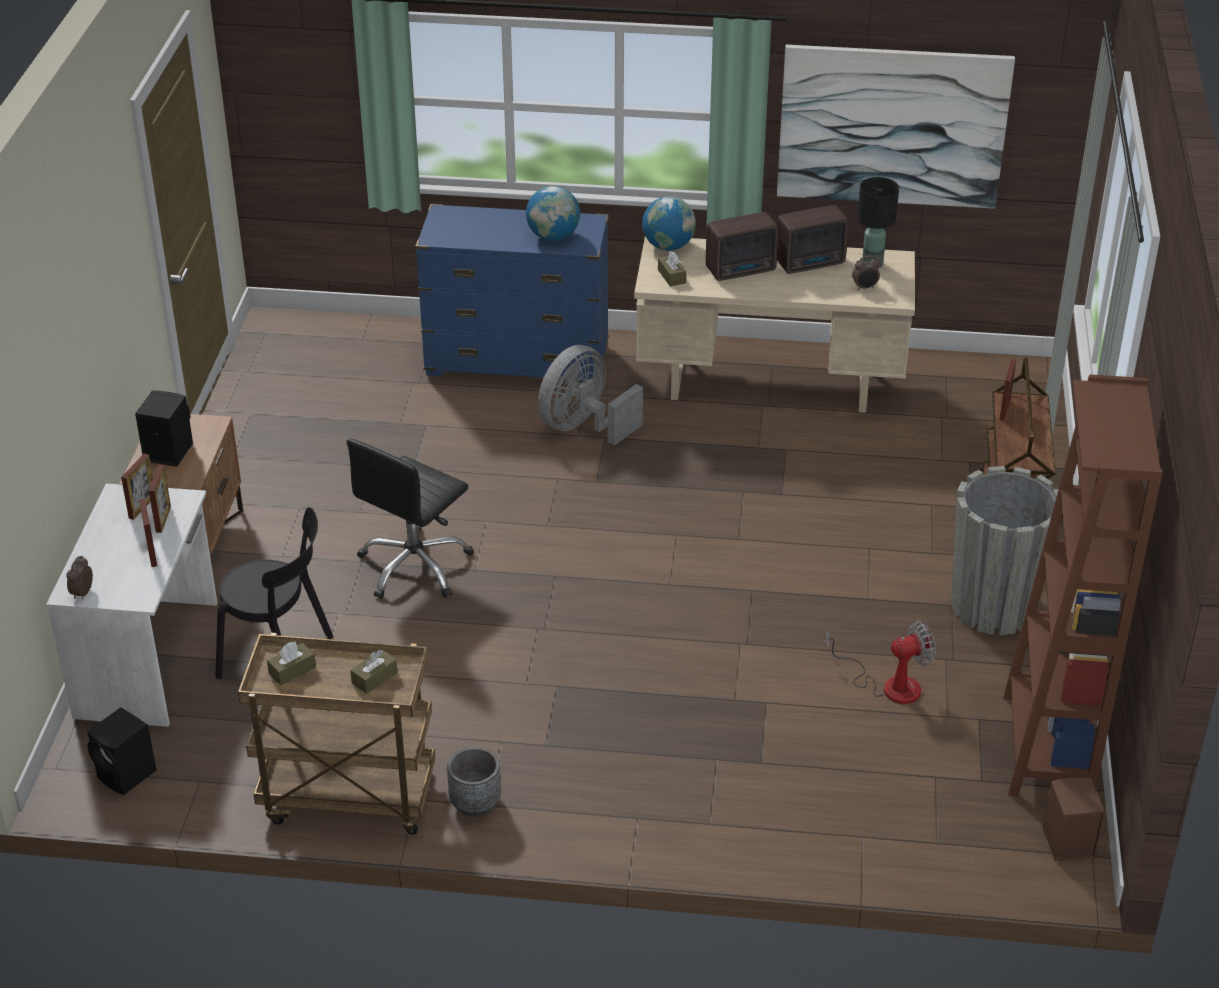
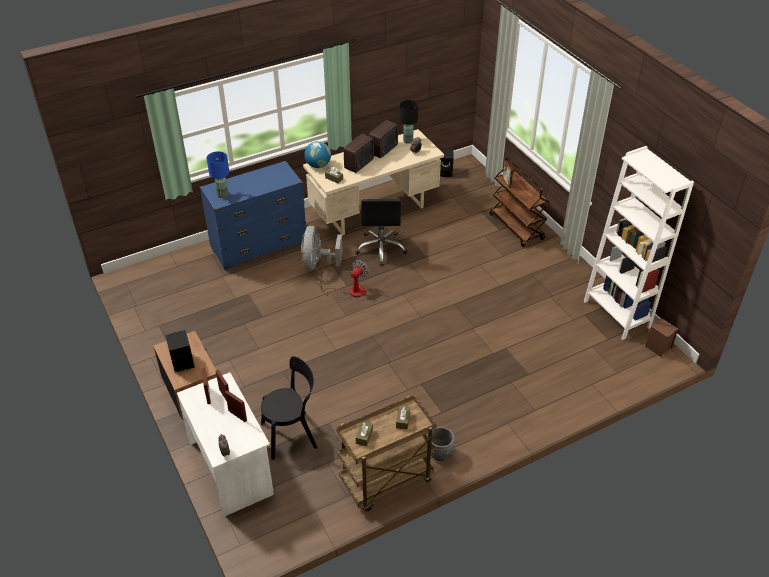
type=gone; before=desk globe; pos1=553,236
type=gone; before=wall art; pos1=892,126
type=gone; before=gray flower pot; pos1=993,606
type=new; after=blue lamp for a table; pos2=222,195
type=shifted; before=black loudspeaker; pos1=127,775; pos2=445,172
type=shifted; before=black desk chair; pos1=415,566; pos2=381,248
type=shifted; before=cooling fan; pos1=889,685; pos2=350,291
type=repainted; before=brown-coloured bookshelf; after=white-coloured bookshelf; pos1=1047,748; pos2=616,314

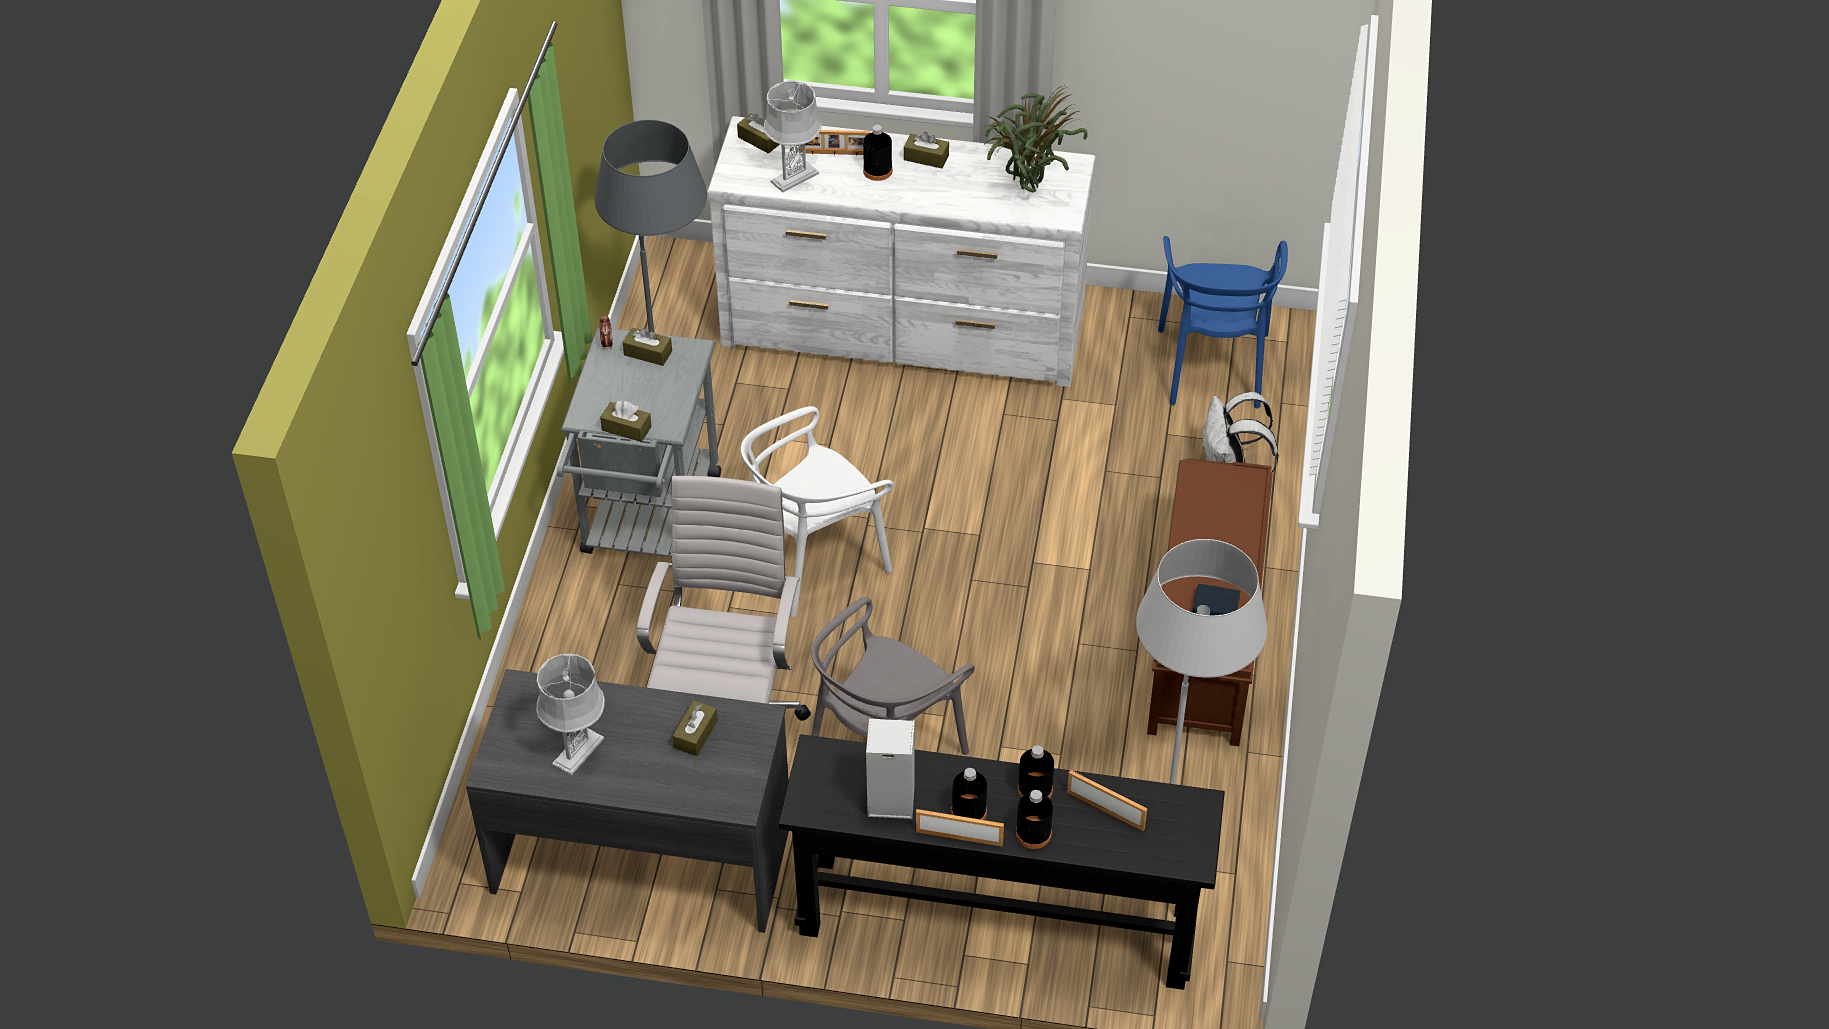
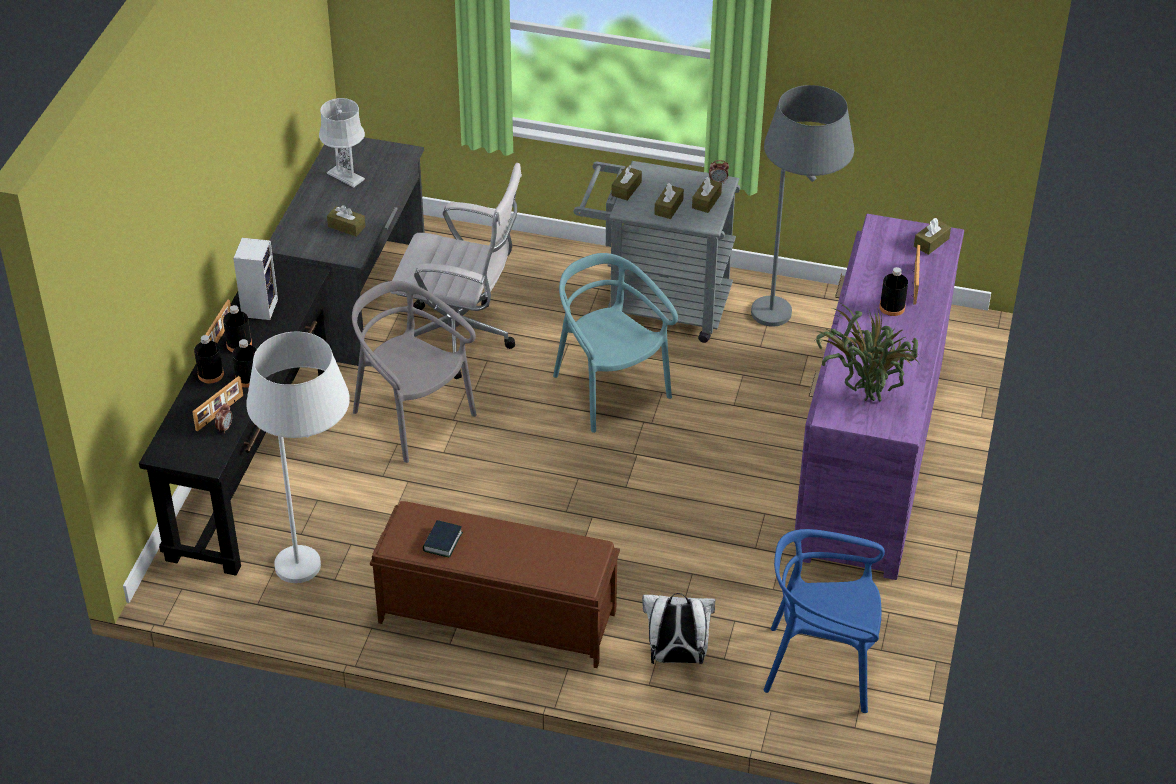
type=gone; before=gray lamp for a table; pos1=794,178
type=new; after=table clock; pos2=225,428
type=shifted; before=brown-coloured tissue holder; pos1=926,157; pos2=668,207
type=repainted; before=white-coloured drawer chest; after=purple drawer chest; pos1=904,330; pos2=870,458
type=repainted; before=white-coloured upright chair; after=blue-green upright chair; pos1=813,560; pos2=609,390

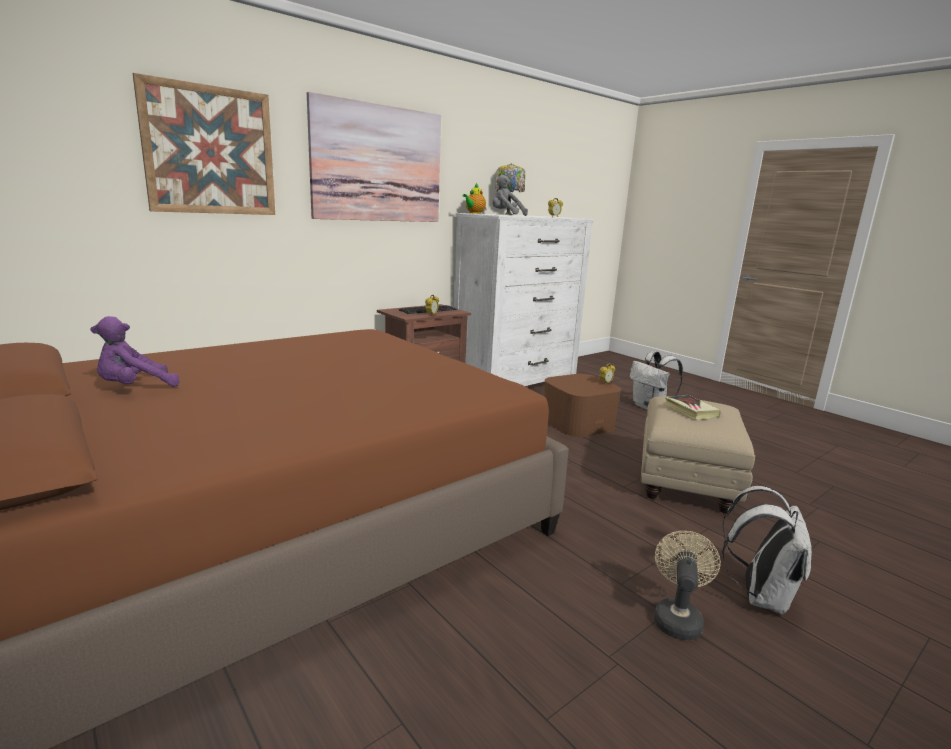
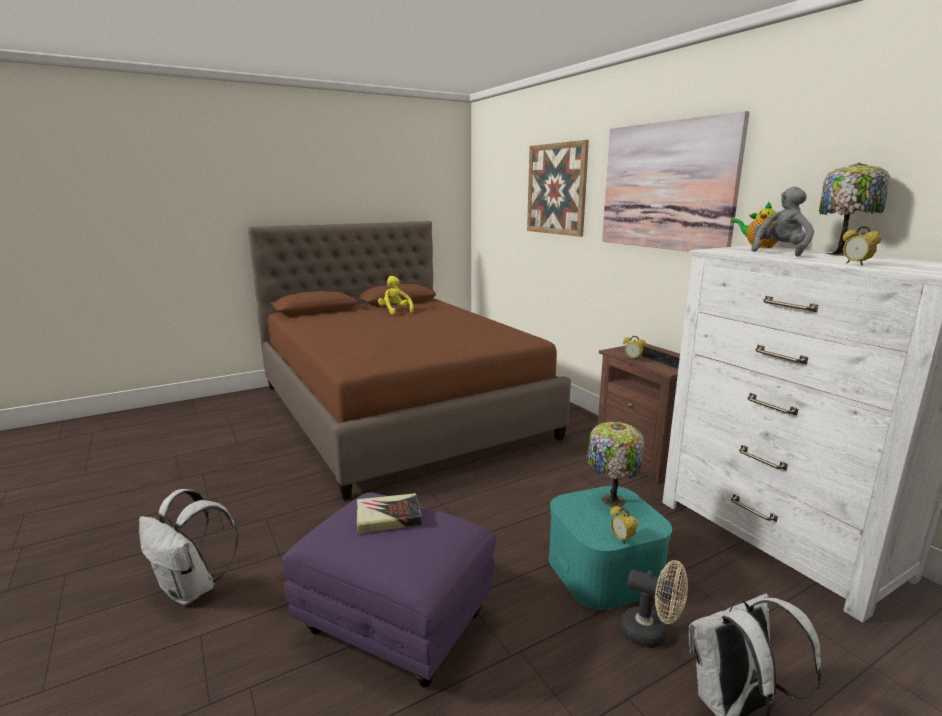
type=new; after=lamp for a table; pos2=611,500
type=shifted; before=beige-coloured cooling fan; pos1=677,617; pos2=651,634
type=repainted; before=purple soft toy; after=yellow soft toy; pos1=135,388; pos2=395,311
type=repainted; before=brown-coloured storage bin; after=blue-green storage bin; pos1=578,422; pos2=604,570
type=repainted; before=beige-coloured footrest; after=purple footrest; pos1=685,484; pos2=394,622

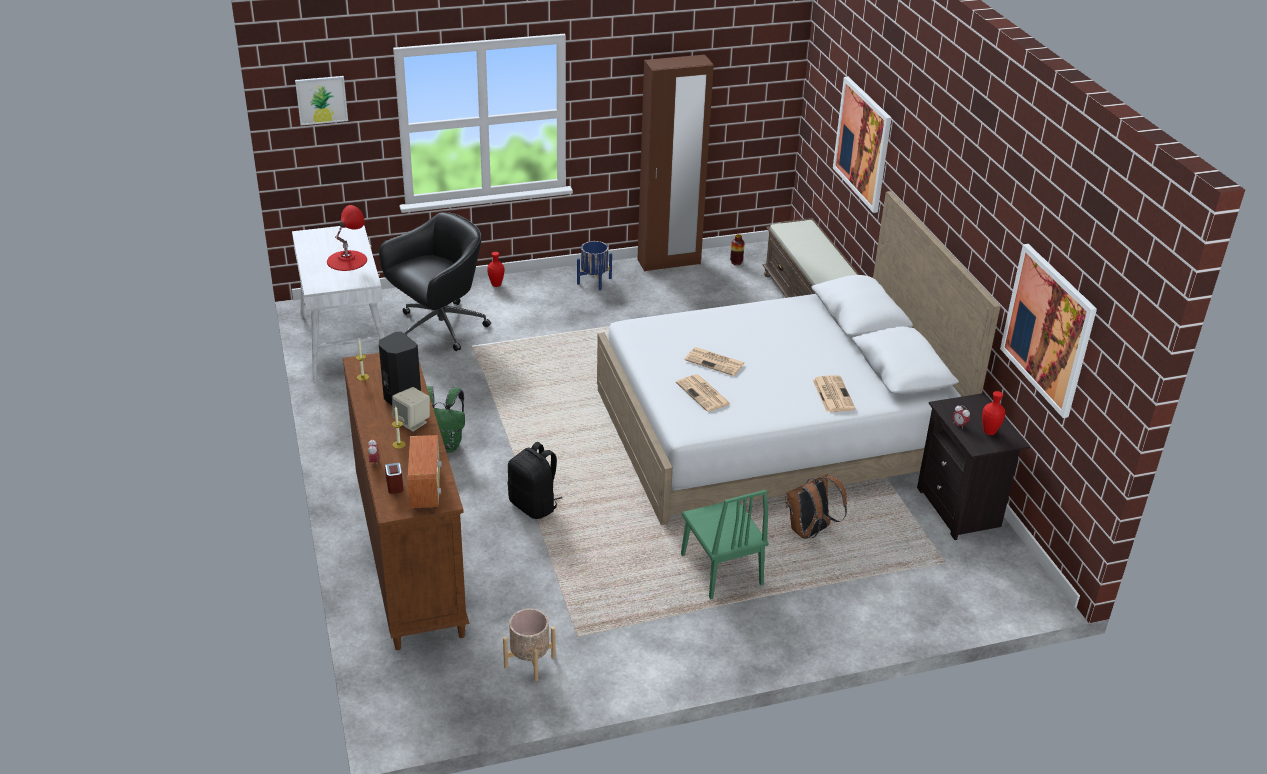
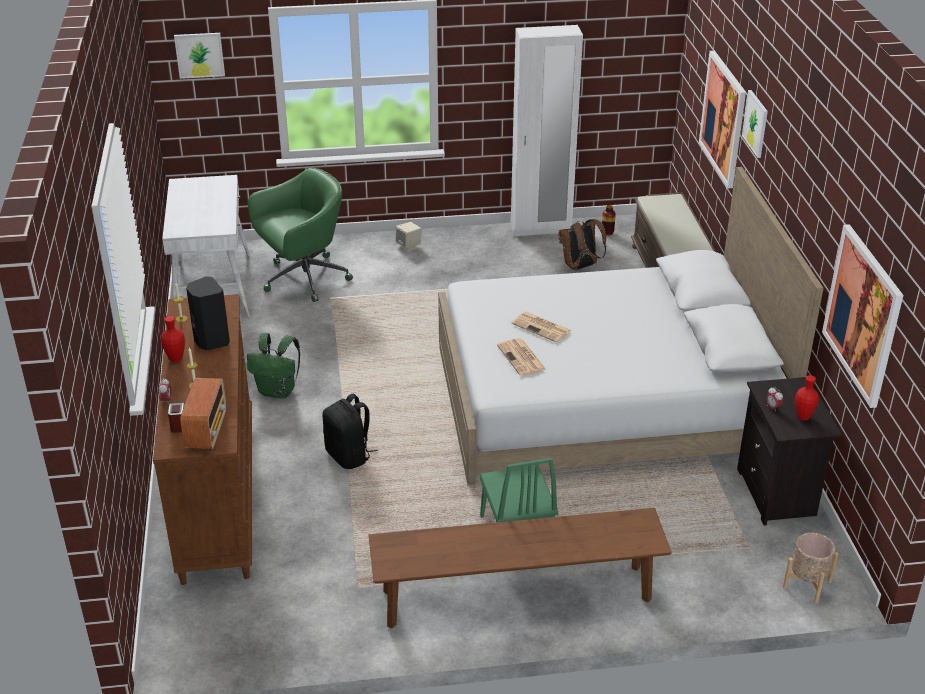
type=gone; before=red-coloured lamp for a table; pos1=347,260
type=gone; before=blue flower pot; pos1=594,281
type=gone; before=daily paper; pos1=832,394
type=new; after=brown-coloured long seat; pos2=516,596
type=new; after=wall art; pos2=755,123
type=shifted; before=beige-coloured loudspeaker; pos1=412,422; pos2=409,246
type=shifted; before=red-coloured vase; pos1=496,285; pos2=176,359
type=shifted; before=beige-coloured flower pot; pos1=529,662; pos2=807,584
type=shifted; before=brown-coloured knapsack; pos1=810,532; pos2=580,267
type=repainted; before=black desk chair; after=green desk chair; pos1=438,328; pos2=303,279
type=repainted; before=brown-coloured armoire; after=white-coloured armoire; pos1=669,262; pos2=541,229

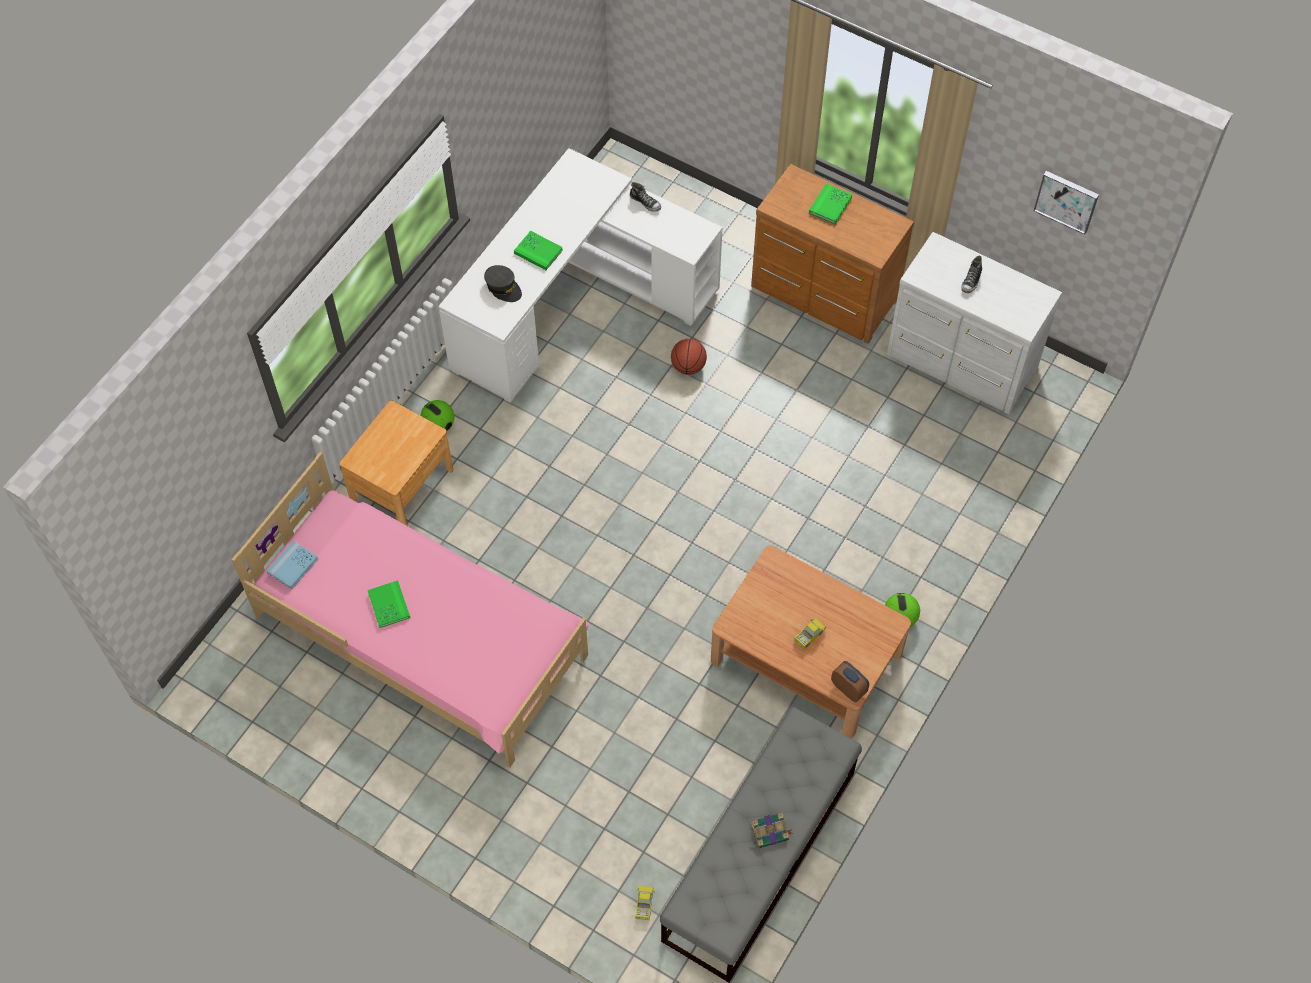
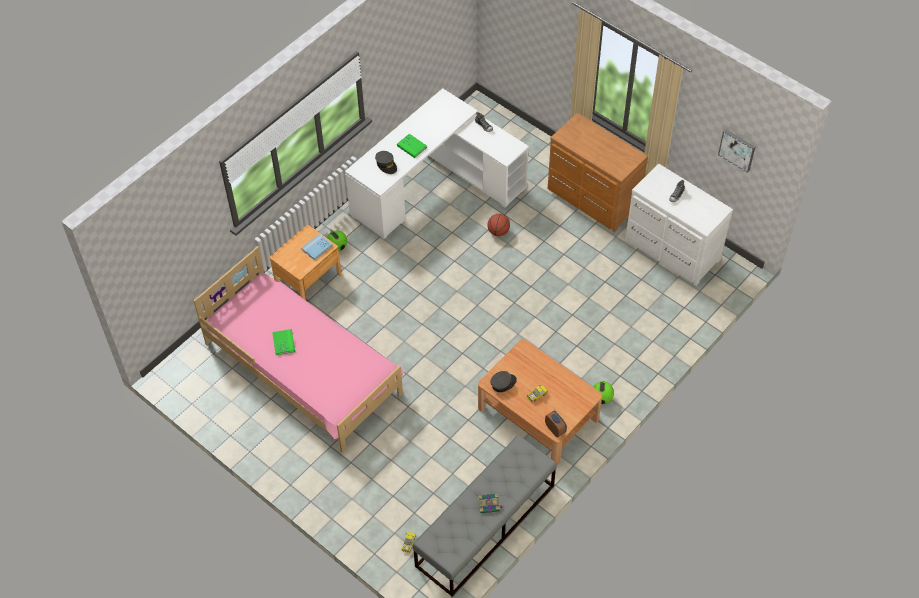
type=gone; before=green bound book; pos1=830,205
type=new; after=gray peaked cap; pos2=503,383
type=shifted; before=blue bound book; pos1=293,566; pos2=317,248

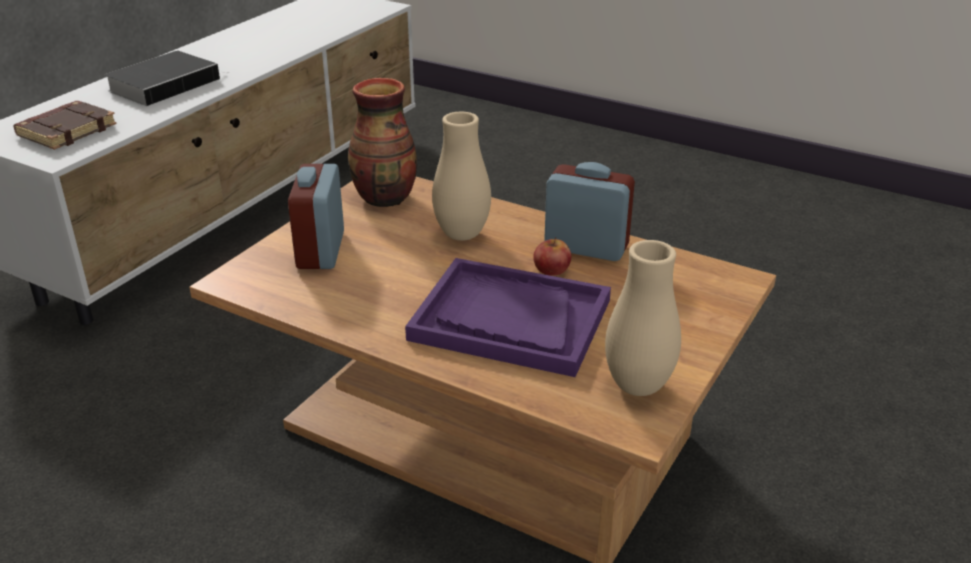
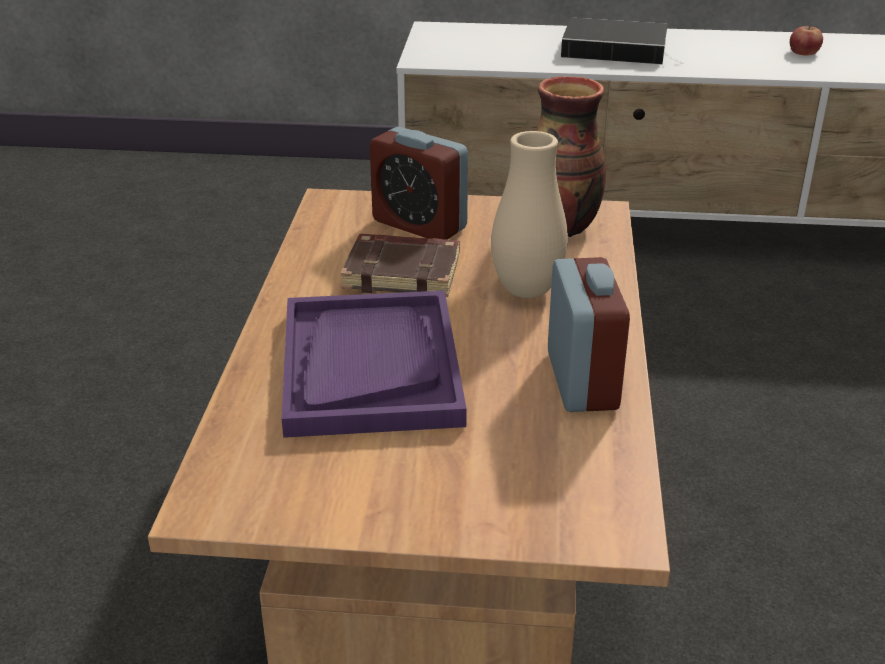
type=gone; before=beige-coloured vase; pos1=638,386
type=shifted; before=brown-coloured bound book; pos1=67,130; pos2=404,273
type=shifted; before=apple; pos1=551,269; pos2=804,52
type=rotated; before=table clock; pos1=321,250; pos2=419,225; turn=-120

